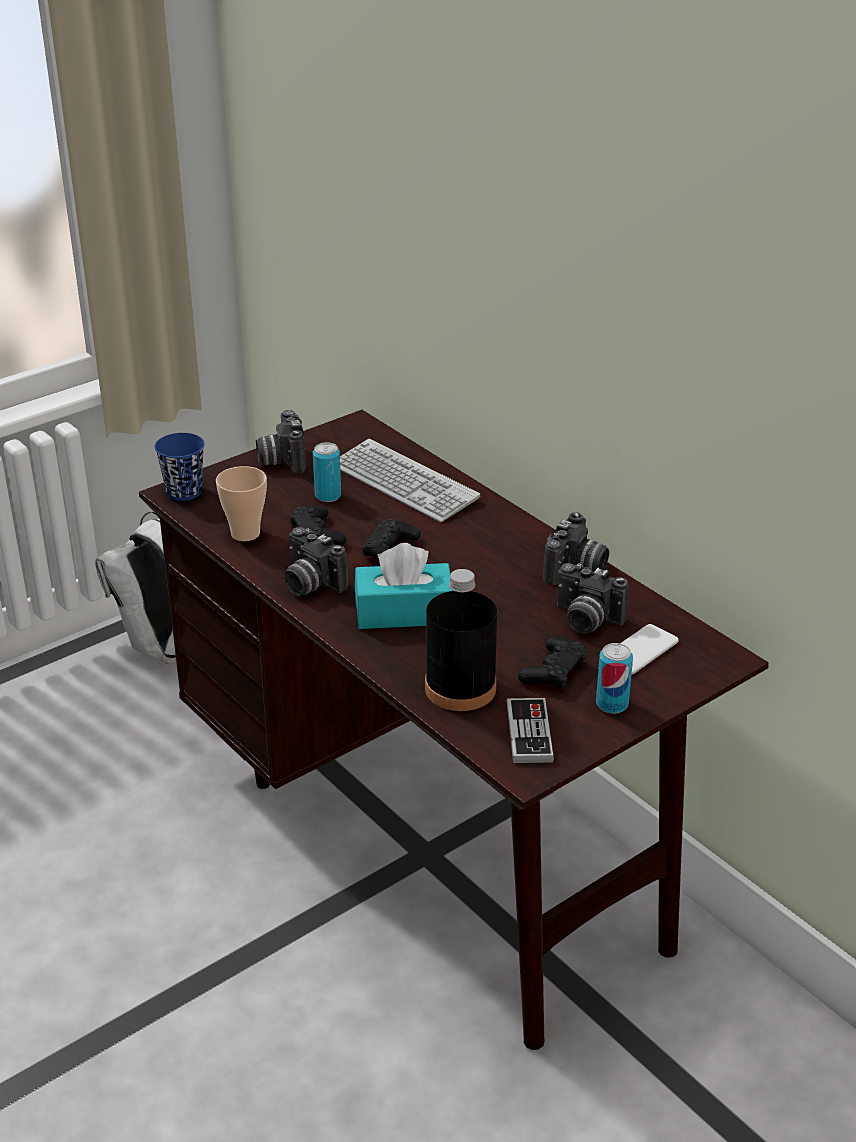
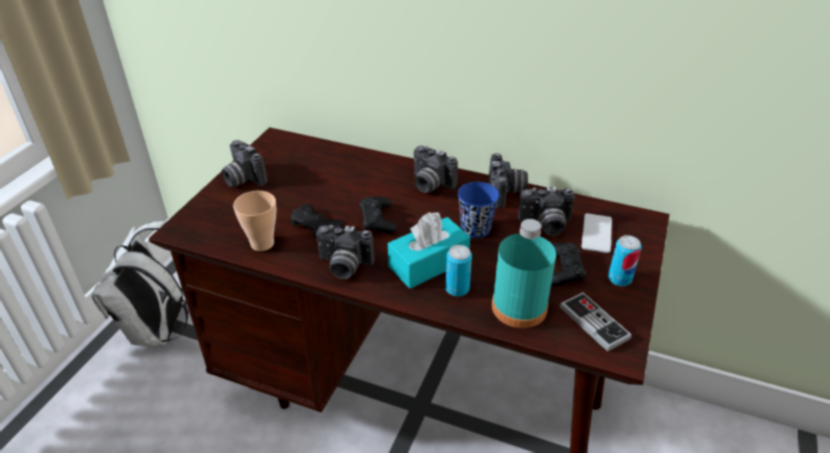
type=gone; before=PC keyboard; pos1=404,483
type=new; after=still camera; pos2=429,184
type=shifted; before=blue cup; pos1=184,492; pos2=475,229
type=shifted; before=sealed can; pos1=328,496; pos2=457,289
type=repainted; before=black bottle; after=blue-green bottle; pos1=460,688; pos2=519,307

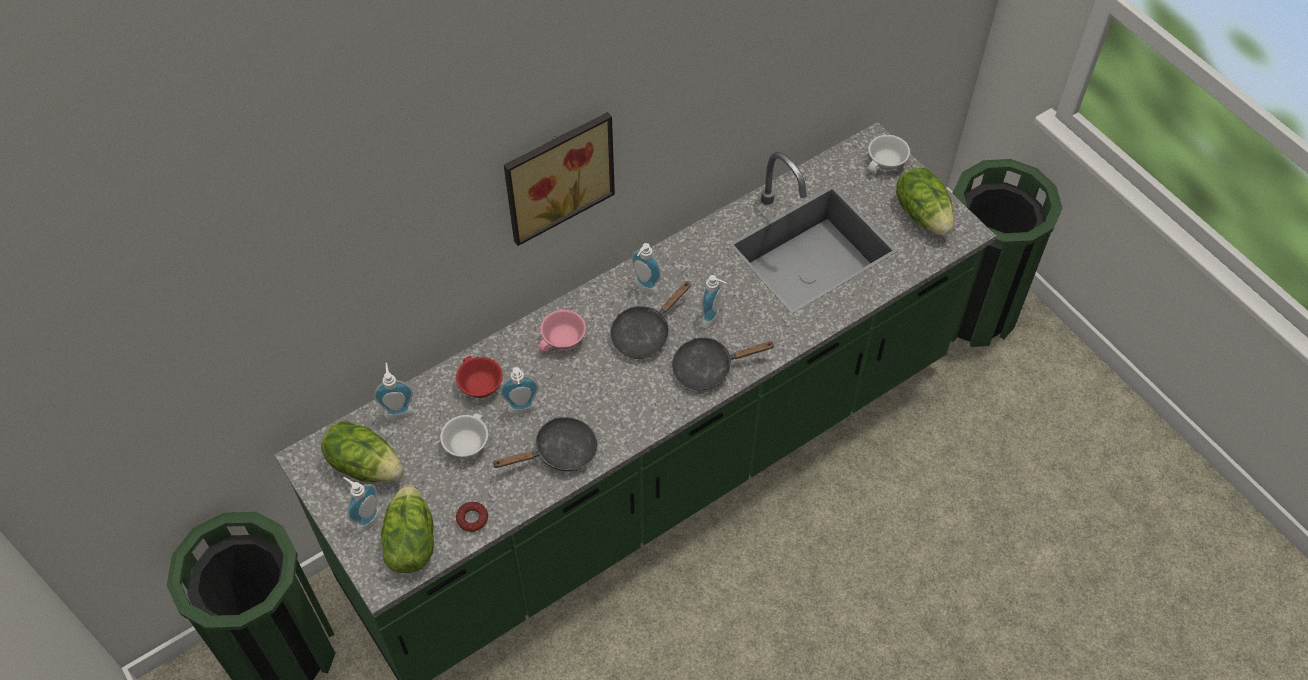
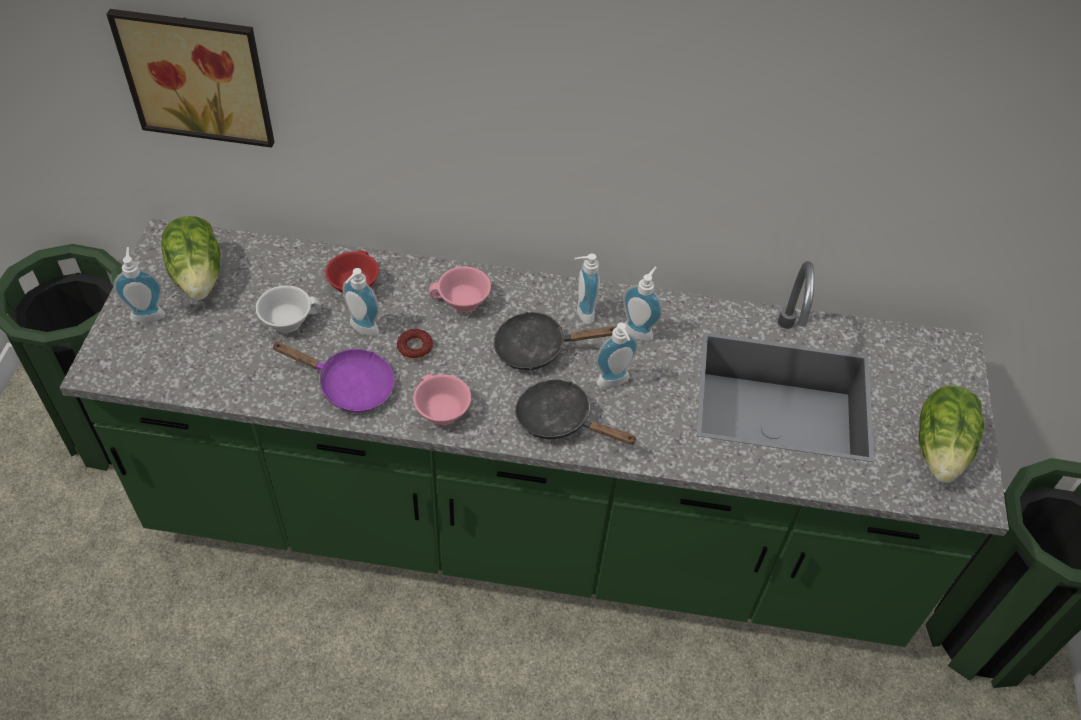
type=gone; before=lettuce; pos1=410,542
type=gone; before=white-coloured cup; pos1=887,163
type=new; after=pinkish cup; pos2=439,411
type=shifted; before=soap bottle; pos1=398,410; pos2=639,330
type=shifted; before=doughnut; pos1=472,519; pos2=415,347
type=shifted; before=wall art; pos1=556,174; pos2=198,74
type=repainted; before=black pan; after=purple pan; pos1=559,452; pos2=349,386

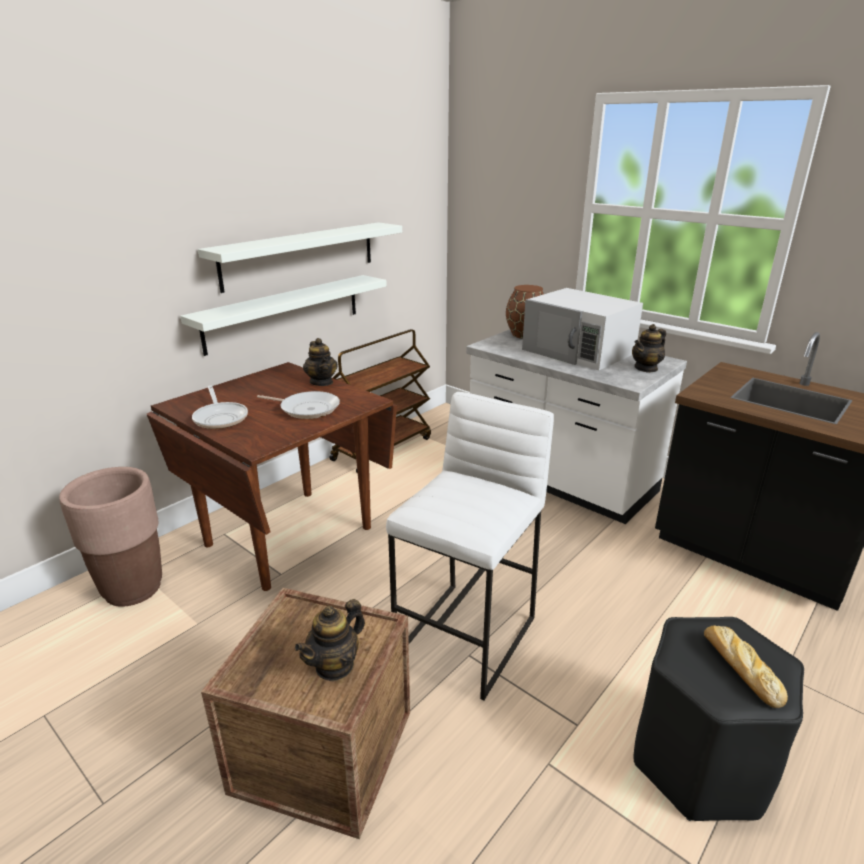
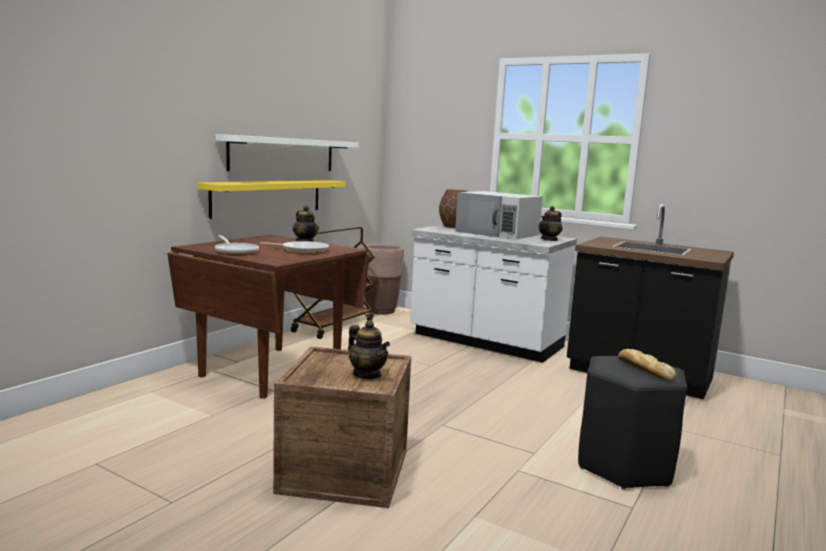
type=gone; before=white-coloured sitting stool; pos1=467,638
type=shifted; before=brown-coloured flower pot; pos1=133,589; pos2=381,311
type=repainted; before=white-coloured bracket shelf; after=yellow bracket shelf; pos1=284,313; pos2=268,197
type=rotated; before=pot for tea; pos1=335,665; pos2=367,374; turn=-75

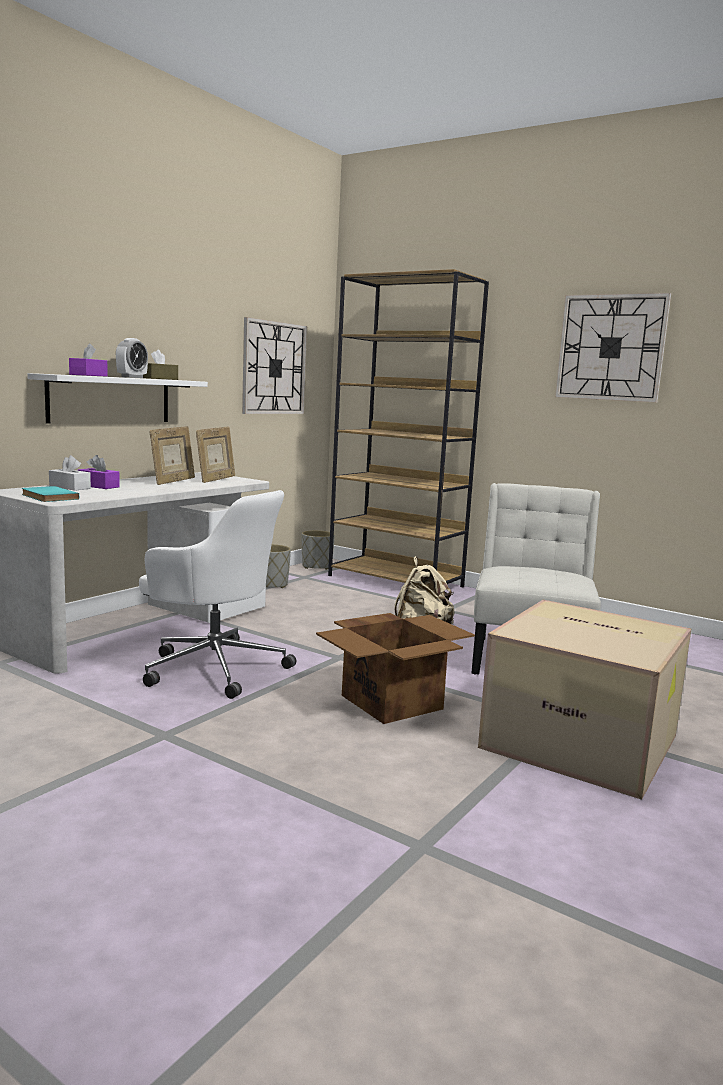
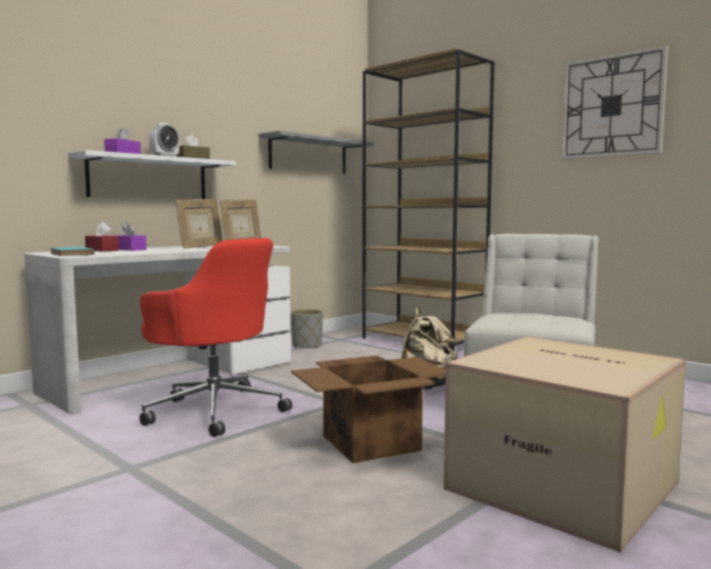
type=gone; before=gray flower pot; pos1=317,566
type=swapped; before=clock on the wall; after=gray bracket shelf; pos1=274,368; pos2=308,155
type=repainted; before=white-coloured tissue holder; after=red-coloured tissue holder; pos1=70,487; pos2=102,250
type=repainted; before=white-coloured desk chair; after=red-coloured desk chair; pos1=213,667; pos2=214,410

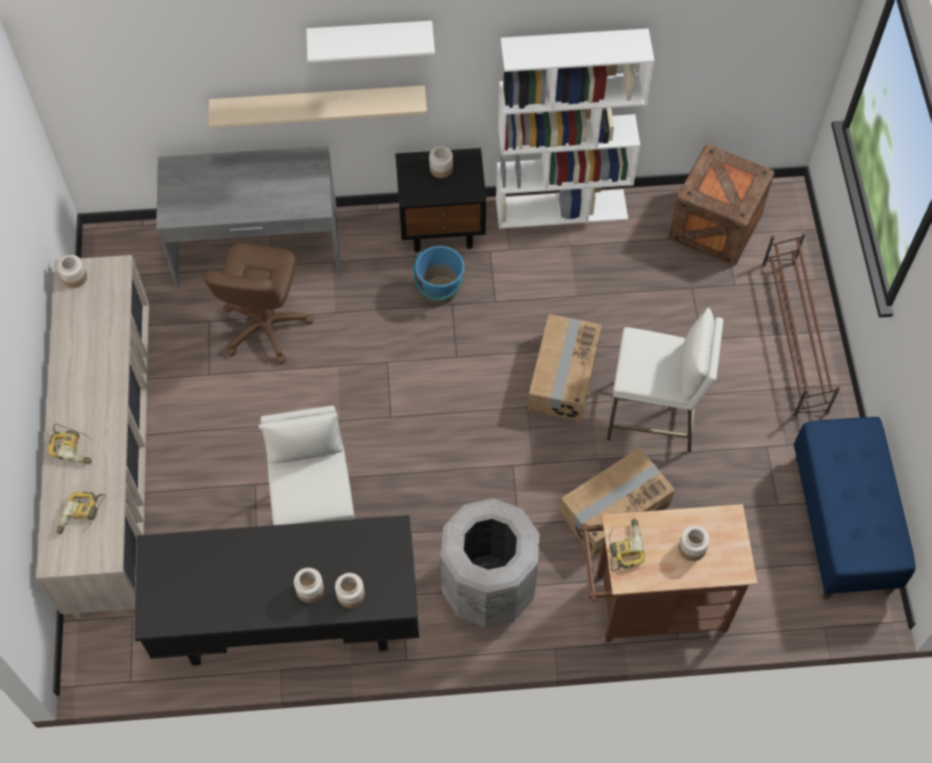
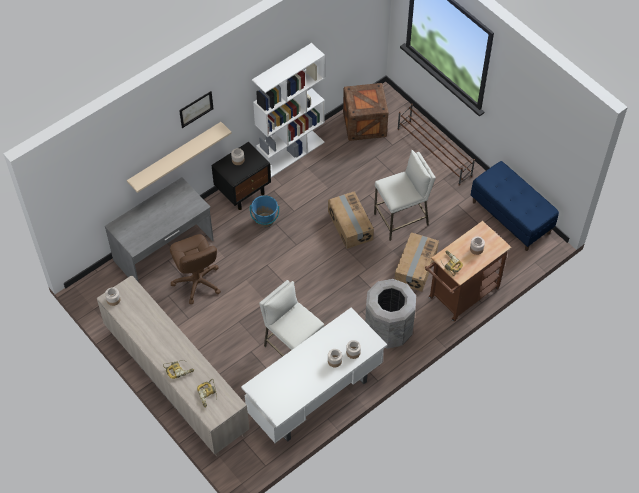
type=swapped; before=white-coloured bracket shelf; after=wall art; pos1=370,38; pos2=196,109
type=repainted; before=black desk unit; after=white-coloured desk unit; pos1=288,624; pos2=315,398

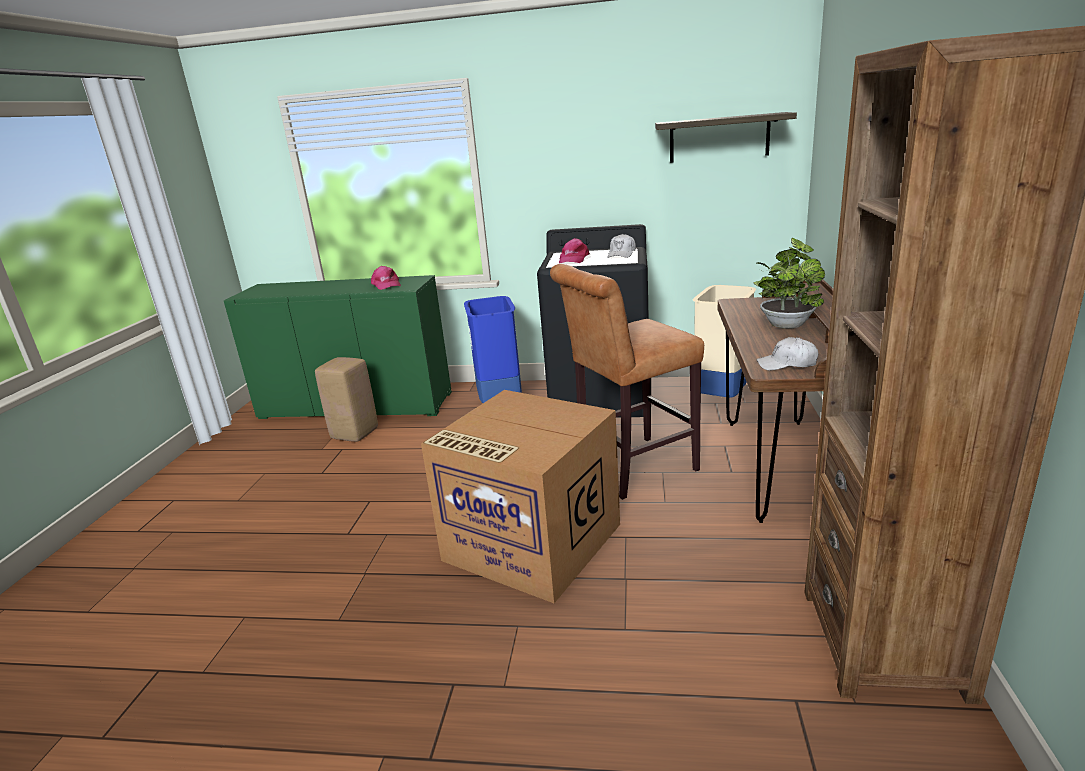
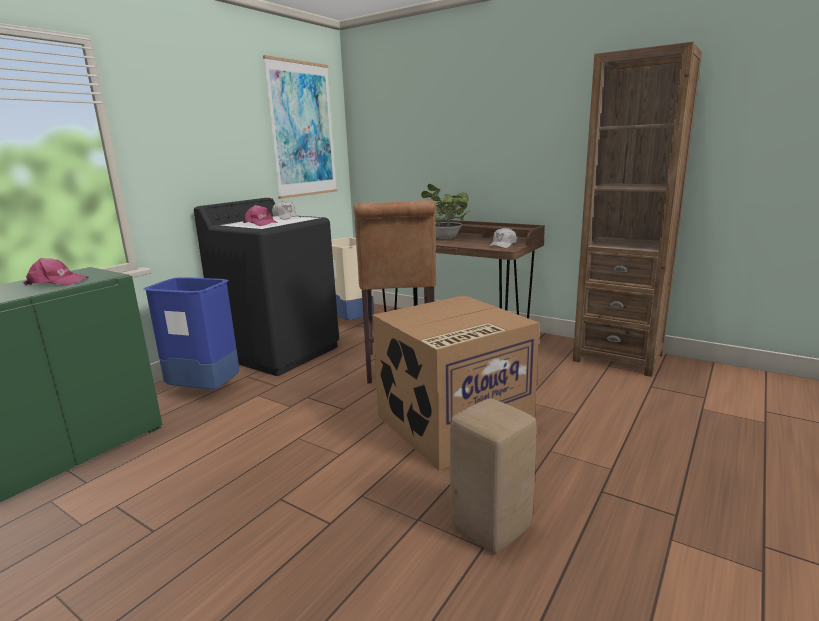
type=shifted; before=beige-coloured sitting stool; pos1=354,433; pos2=489,527
type=swapped; before=bracket shelf; after=wall art; pos1=719,138; pos2=302,130

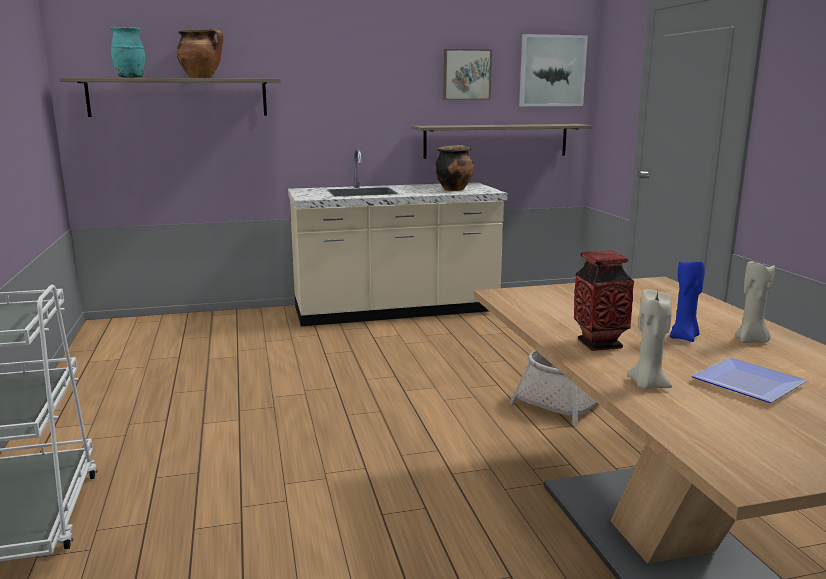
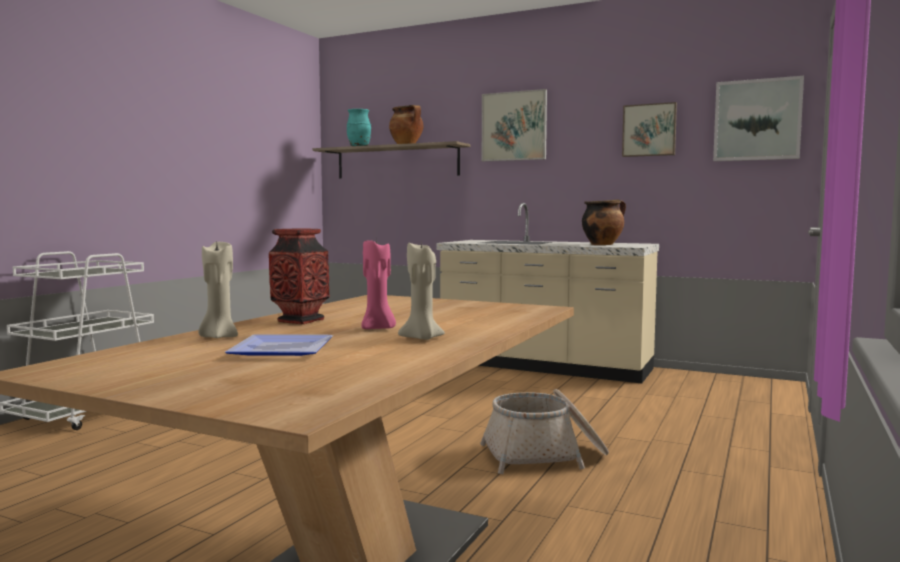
type=gone; before=bracket shelf; pos1=496,141
type=new; after=wall art; pos2=514,126
type=repainted; before=blue wax candle; after=pinkish wax candle; pos1=684,337; pos2=378,328

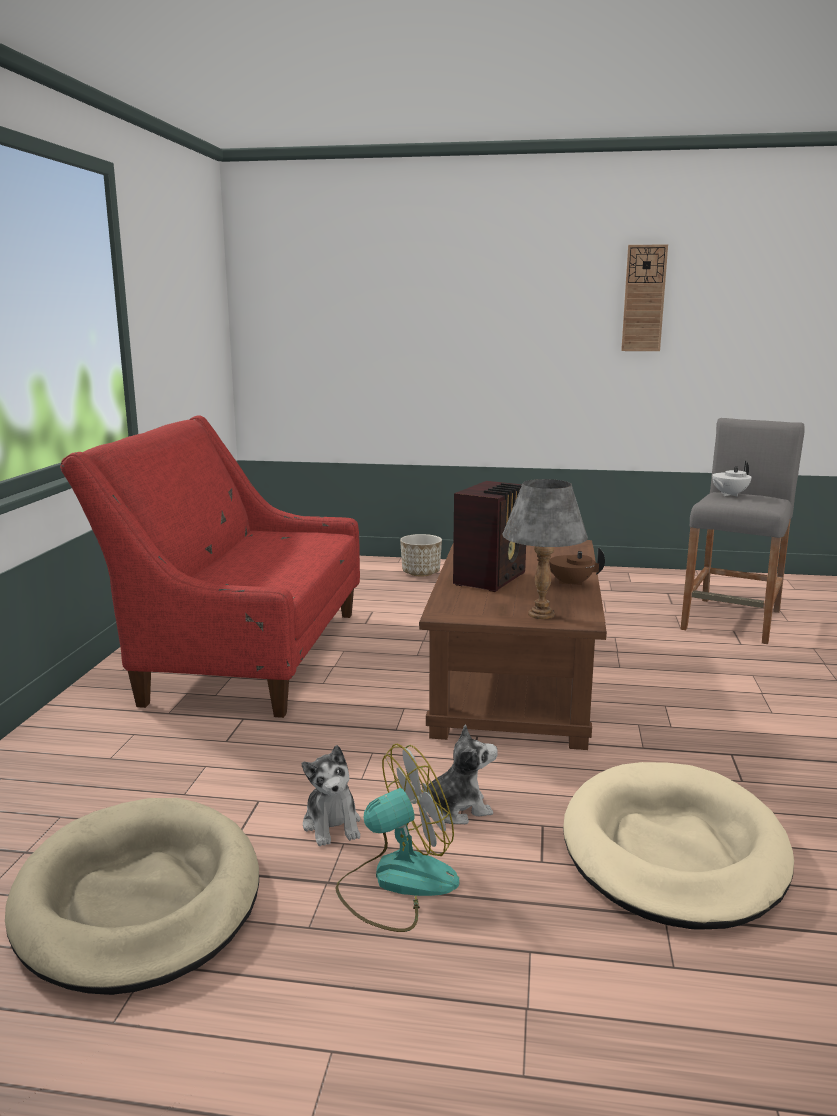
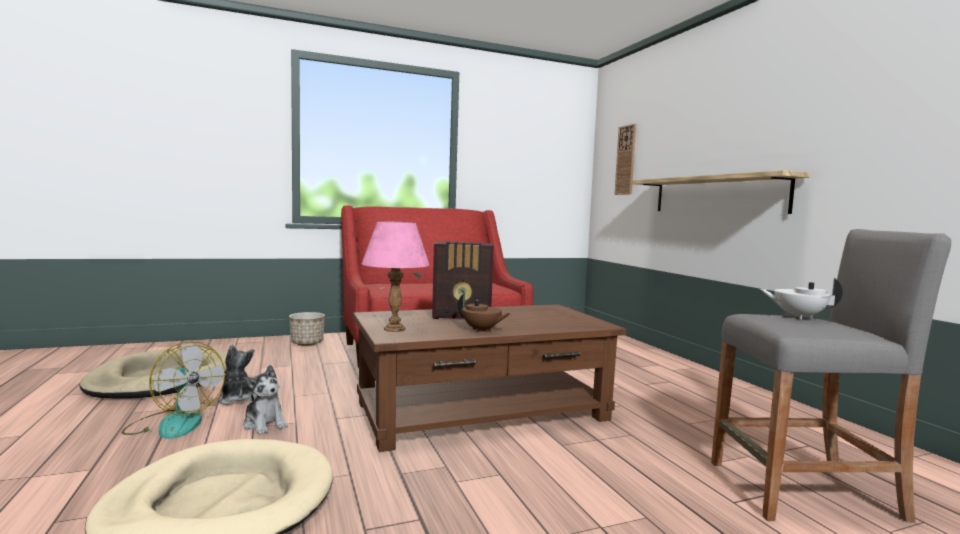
type=new; after=bracket shelf; pos2=716,195
type=shifted; before=flower pot; pos1=421,573; pos2=307,343
type=shifted; before=clock on the wall; pos1=644,298; pos2=625,160
type=repainted; before=gray lamp for a table; after=pinkish lamp for a table; pos1=541,614; pos2=395,329
type=rotated; before=soft toy; pos1=332,825; pos2=236,399; turn=105
type=rotated; before=brown-coloured pot for tea; pos1=570,584; pos2=481,330; turn=135

